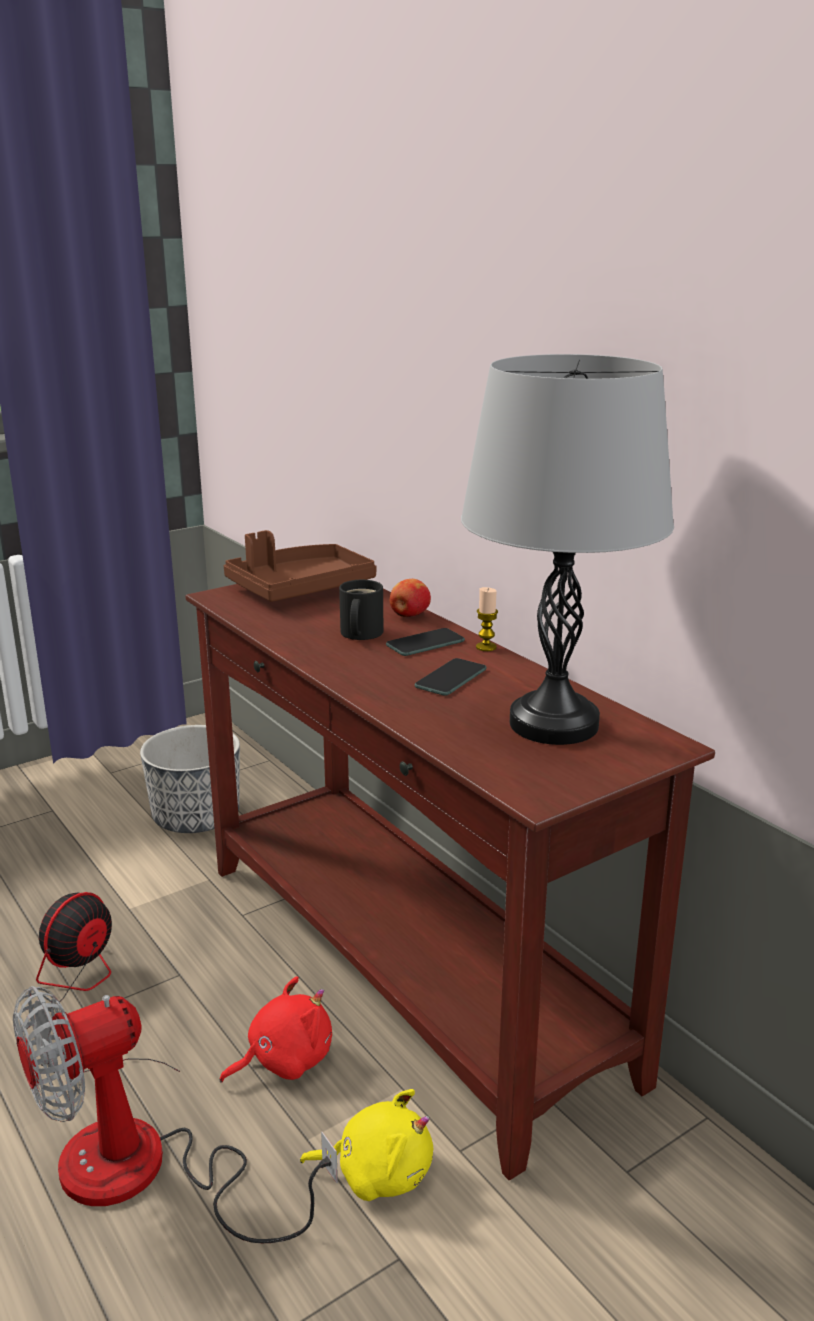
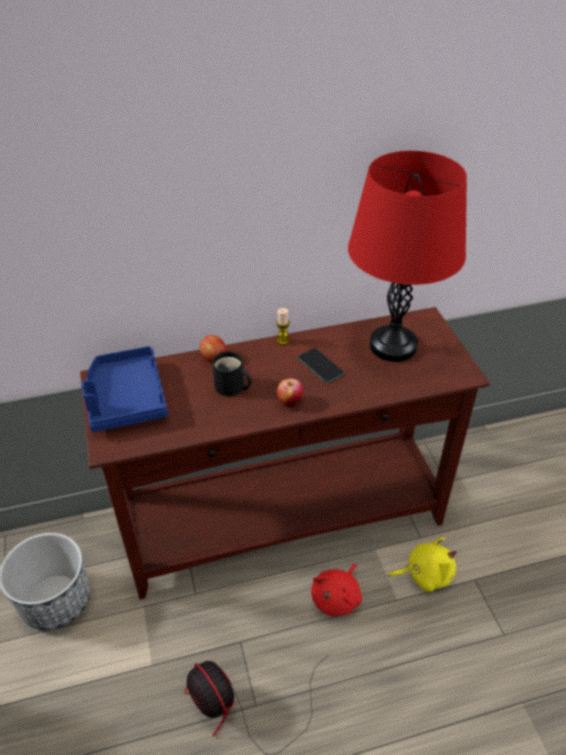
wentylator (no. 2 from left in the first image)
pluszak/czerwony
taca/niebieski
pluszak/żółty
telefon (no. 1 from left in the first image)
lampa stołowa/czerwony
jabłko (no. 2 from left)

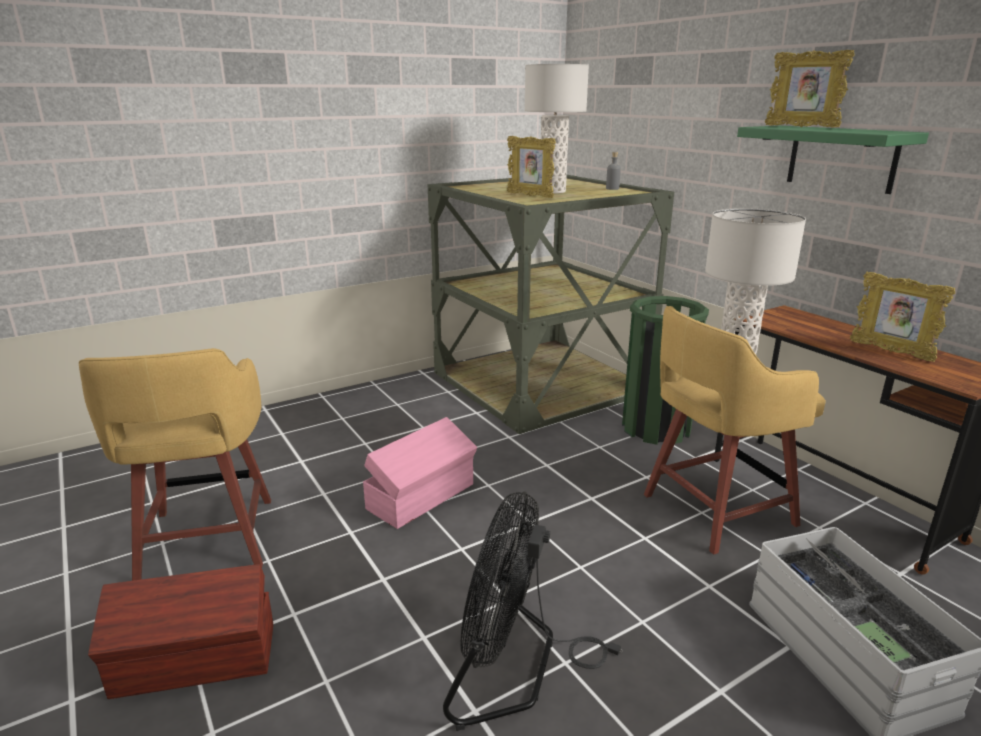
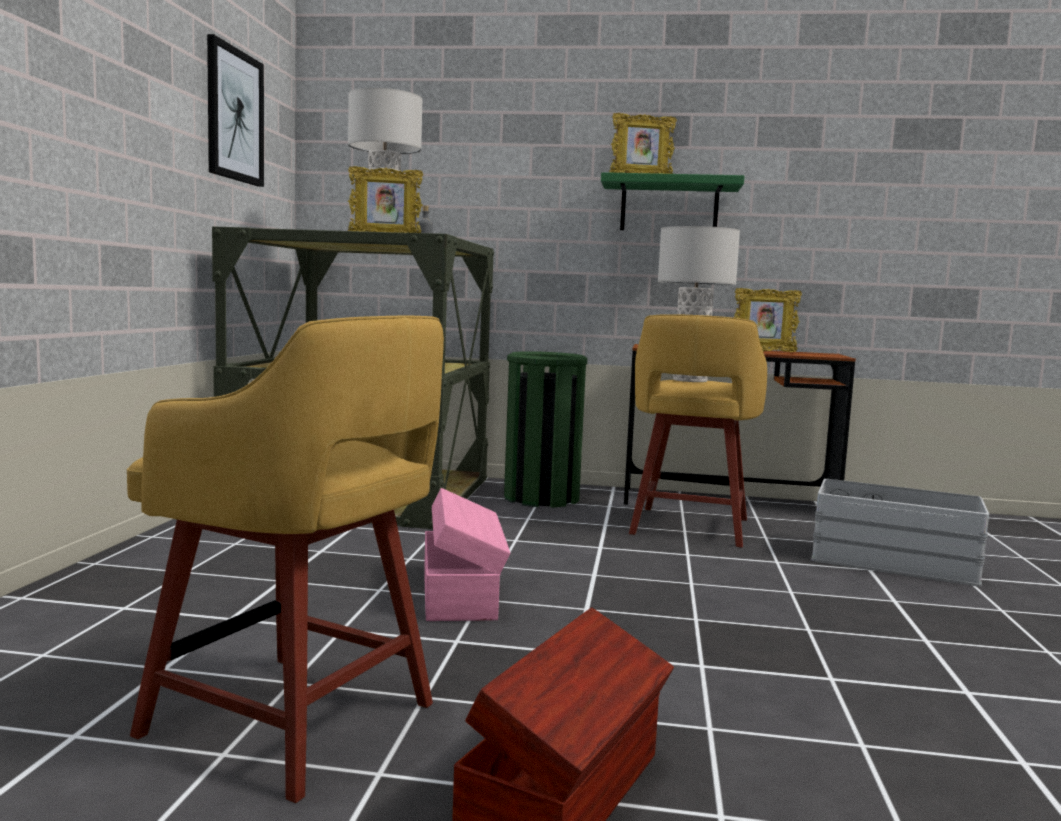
wentylator/czarny
obraz

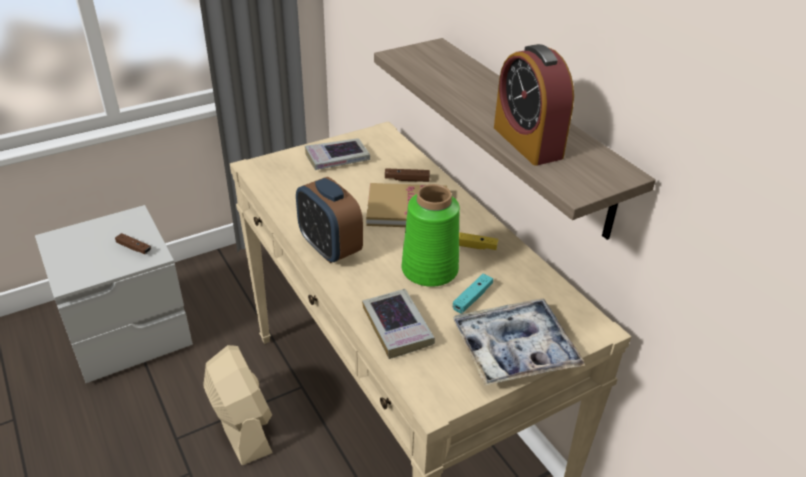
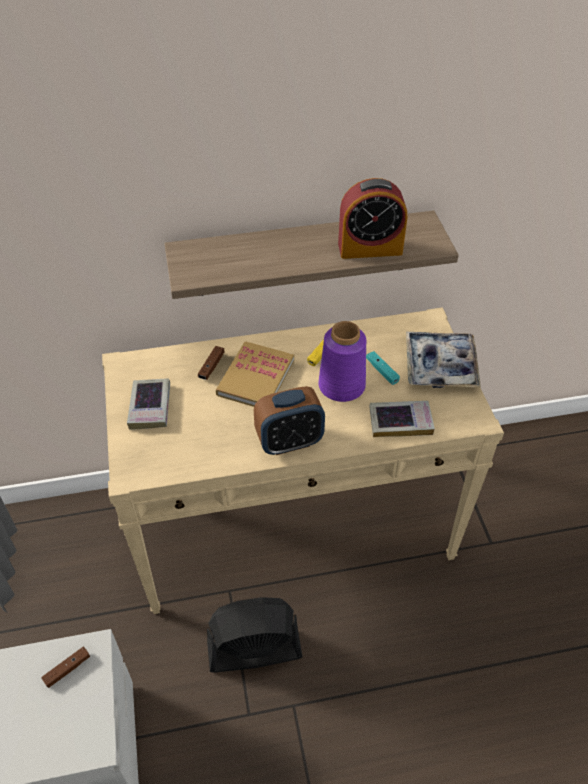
wentylator/czarny
wazon/fioletowy

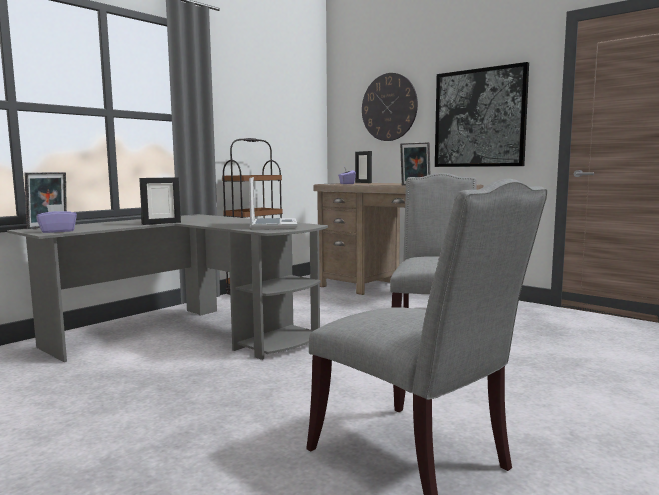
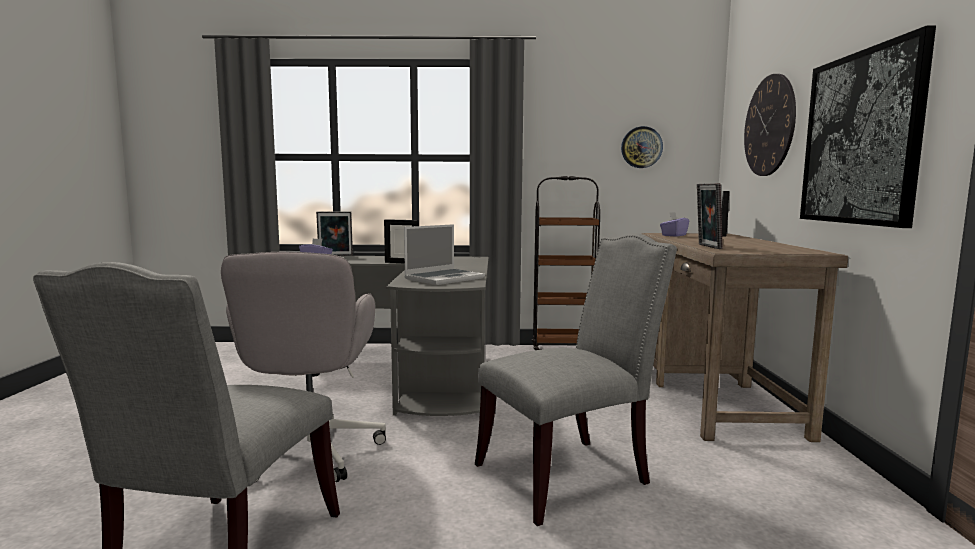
krzesło biurowe/szary
zegar ścienny (no. 1 from left)

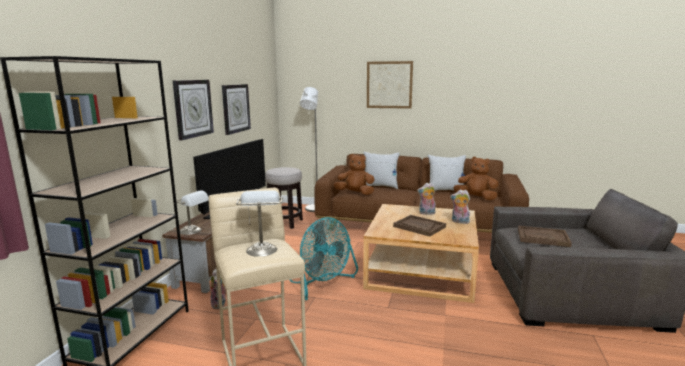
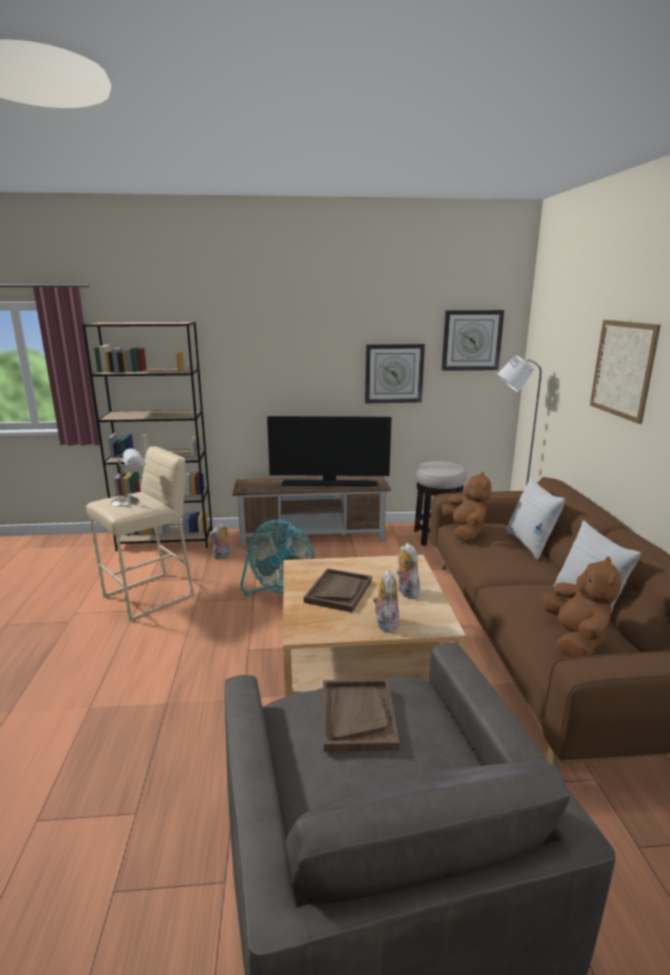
zegar ścienny (no. 2 from left)
lampa stołowa/biały (no. 1 from left in the first image)

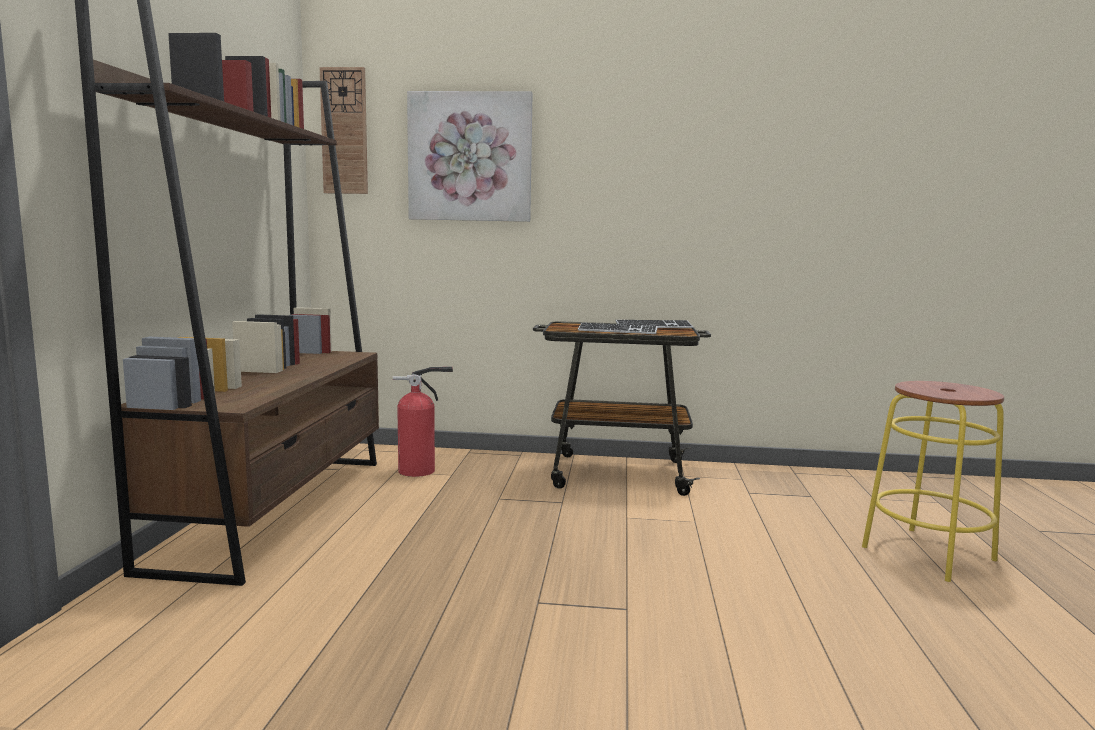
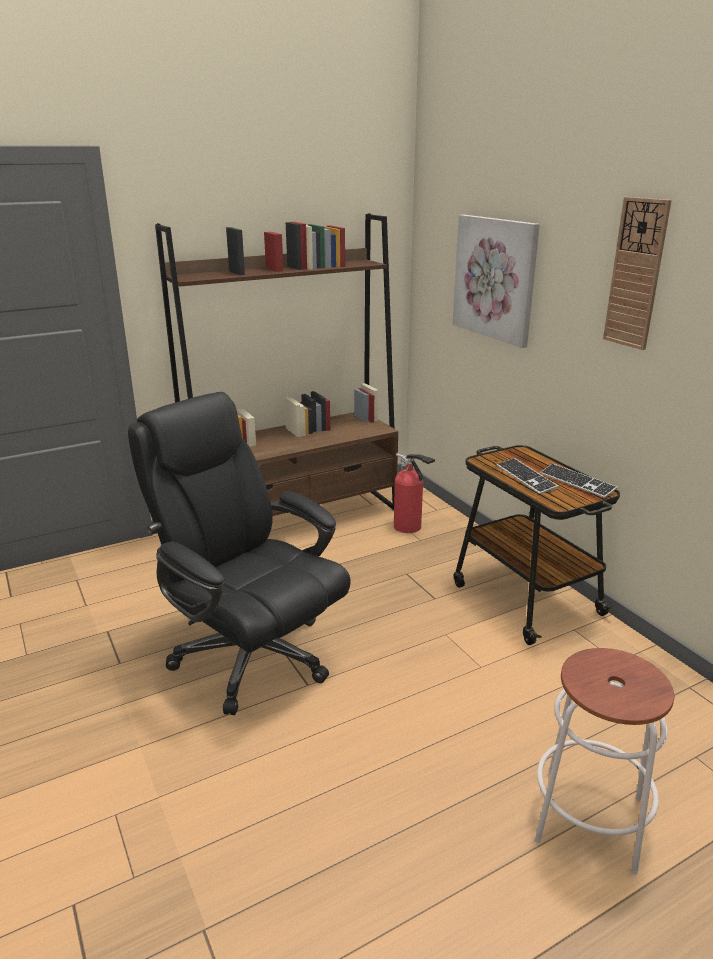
zegar ścienny
stołek/biały
krzesło biurowe/czarny

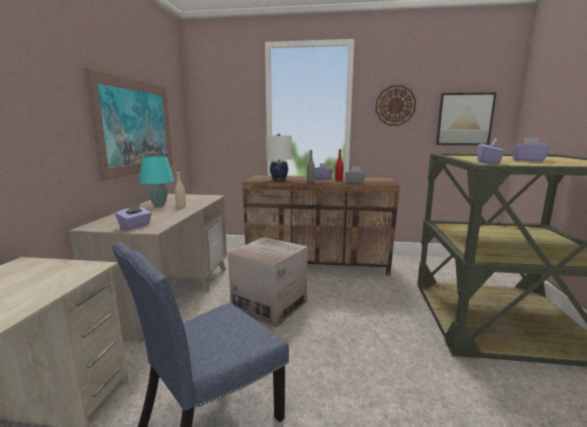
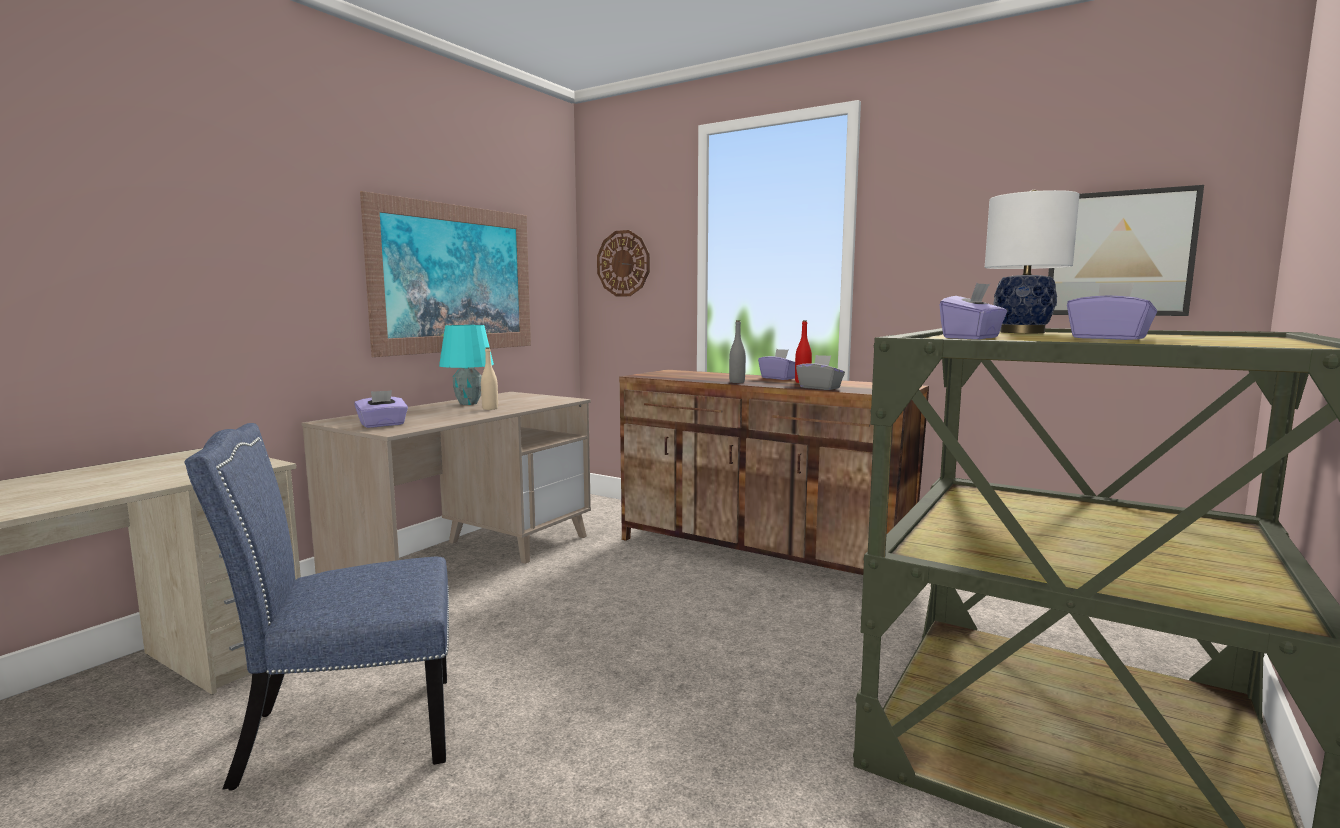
karton
lampa stołowa/biały
zegar ścienny

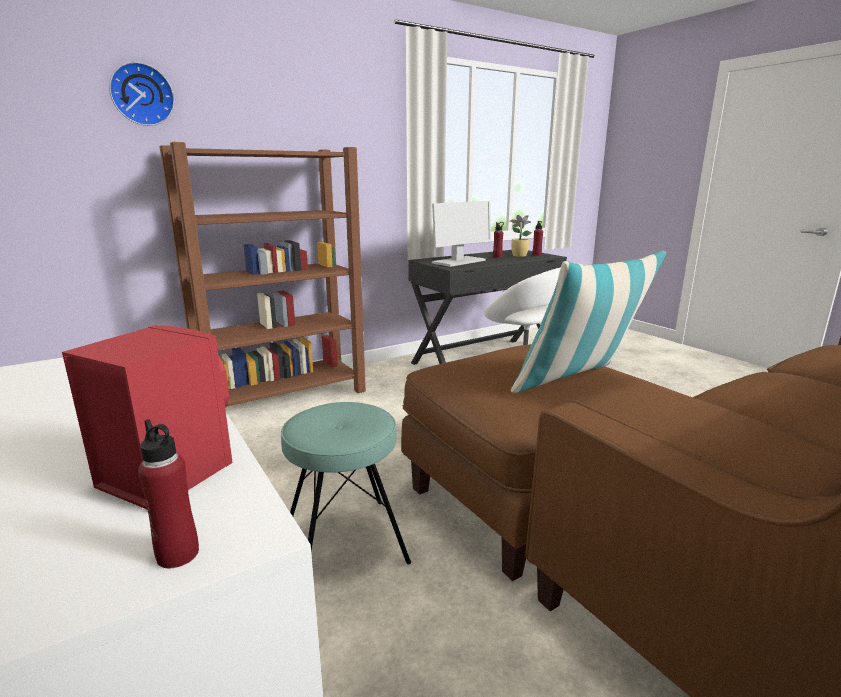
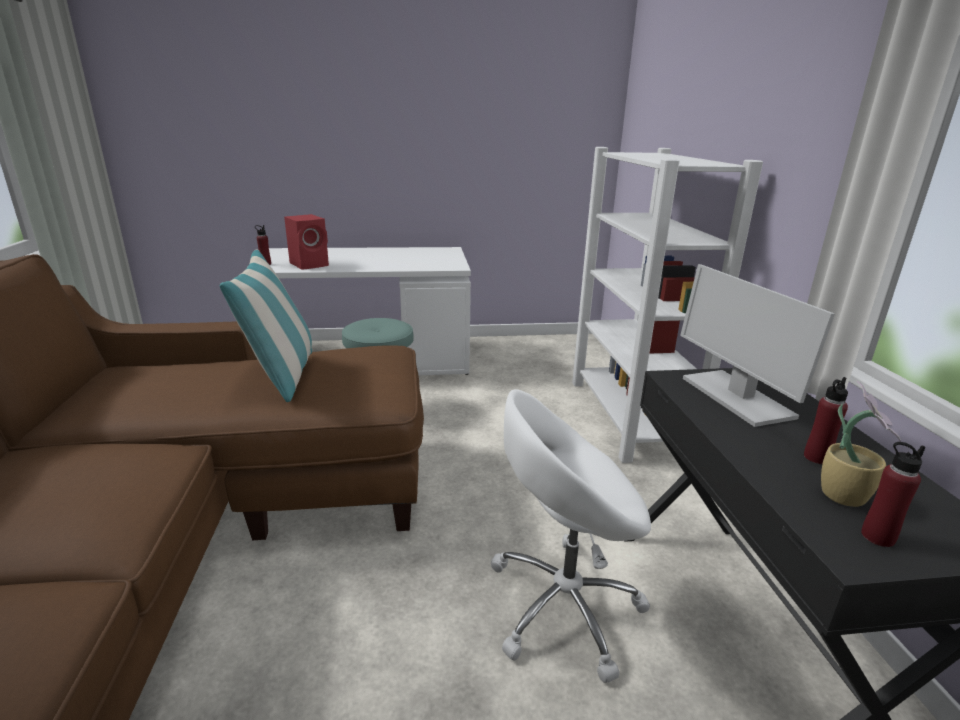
zegar ścienny
regał/biały

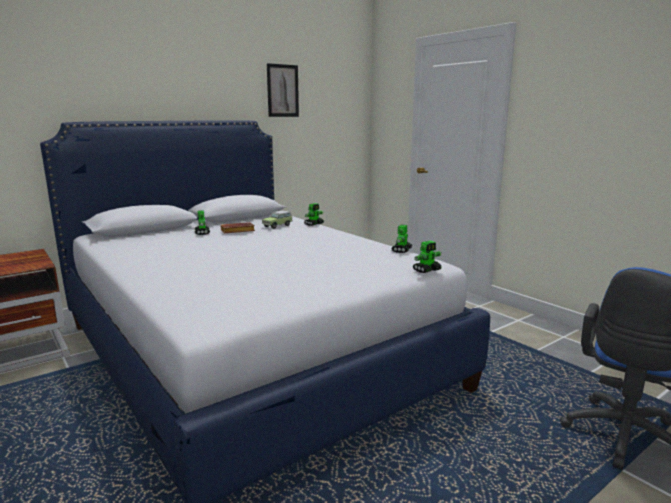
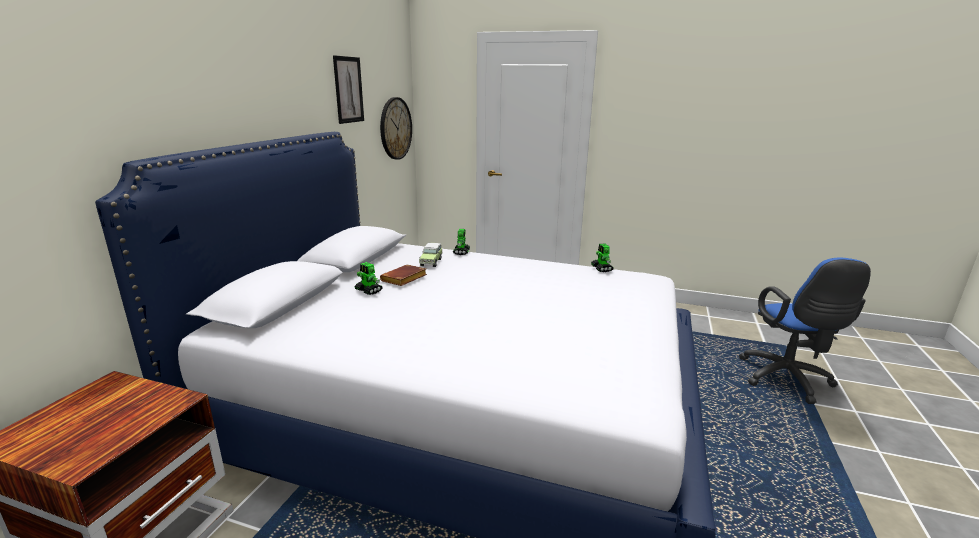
robot zabawkowy (no. 4 from left in the first image)
zegar ścienny

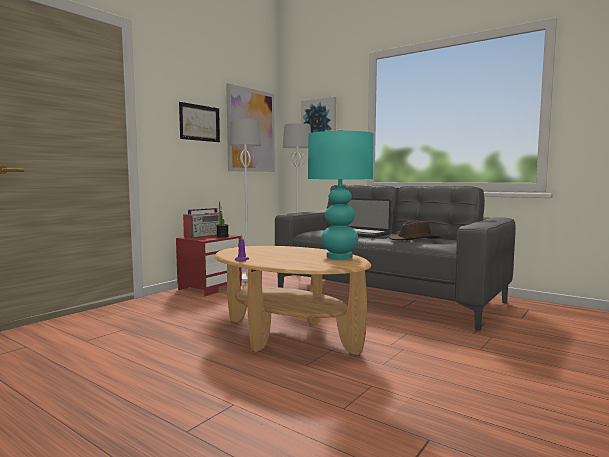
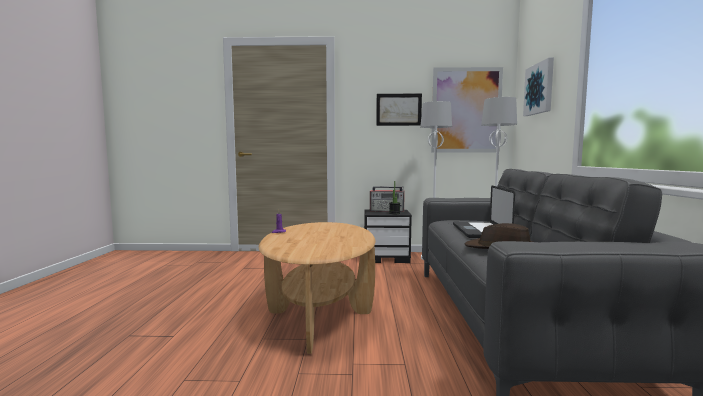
szafka nocna/czarny
lampa stołowa/turkusowy

